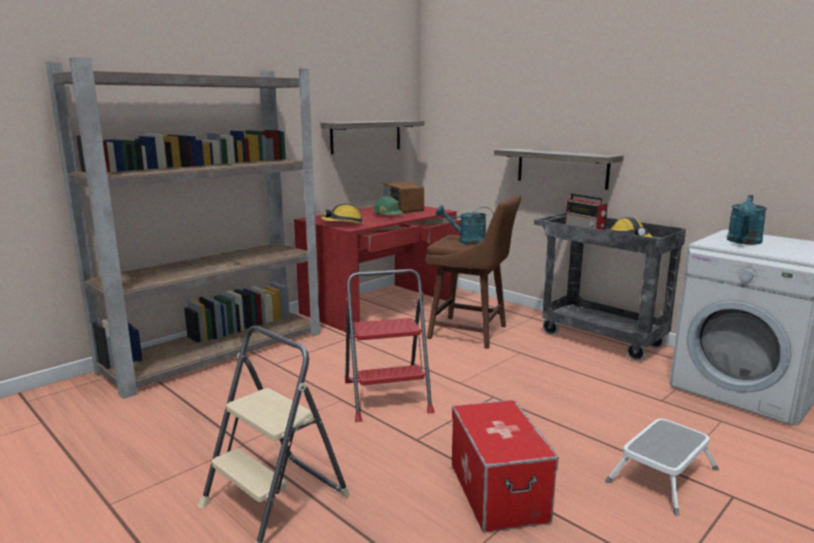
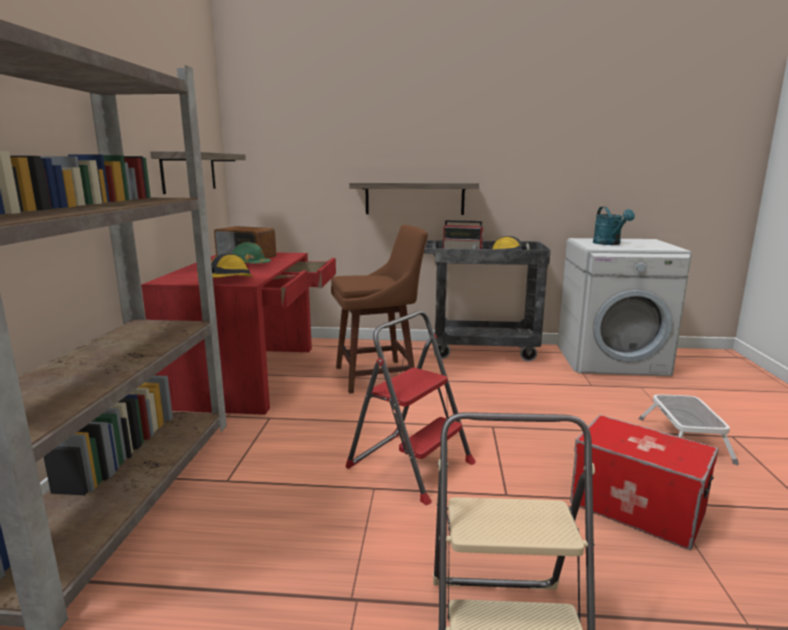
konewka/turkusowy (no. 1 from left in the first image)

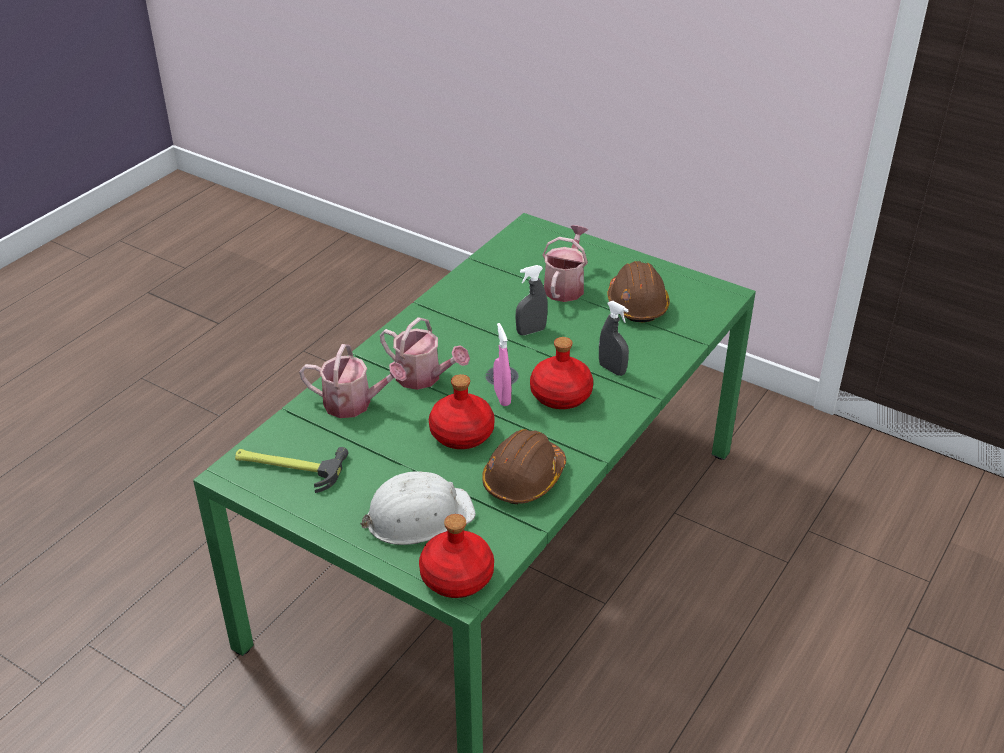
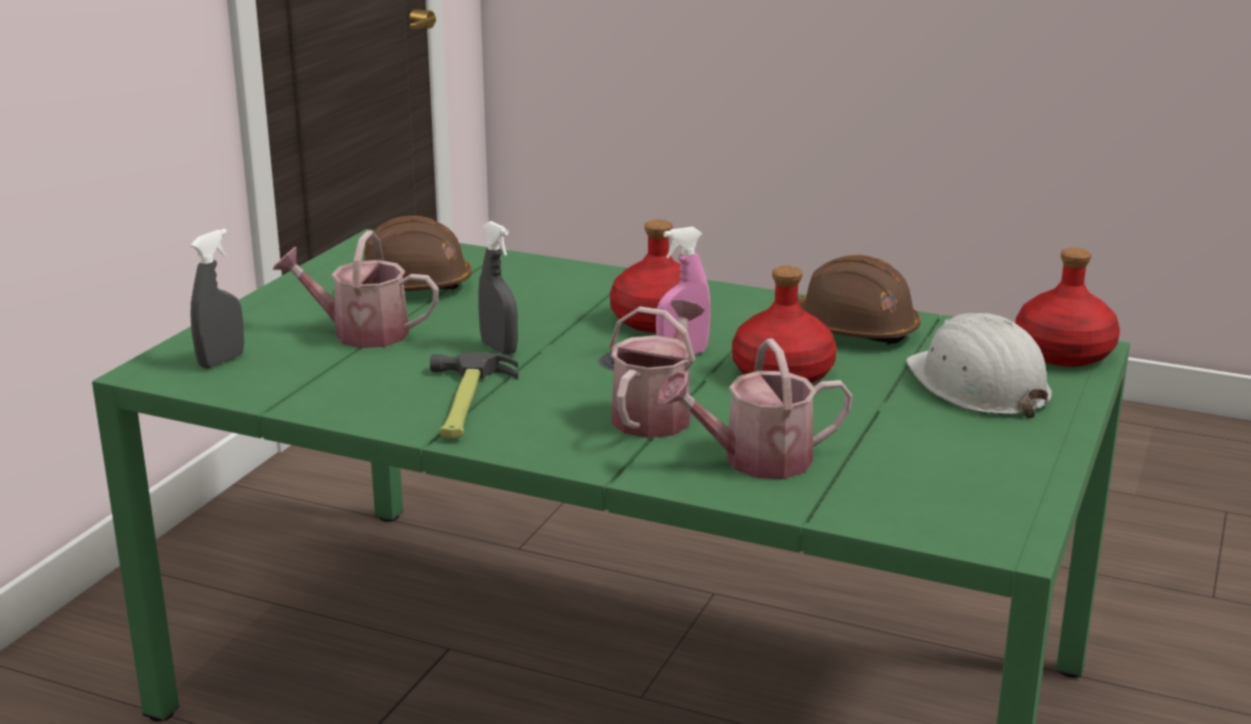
młotek
konewka (no. 3 from left)
spryskiwacz/szary (no. 1 from left)

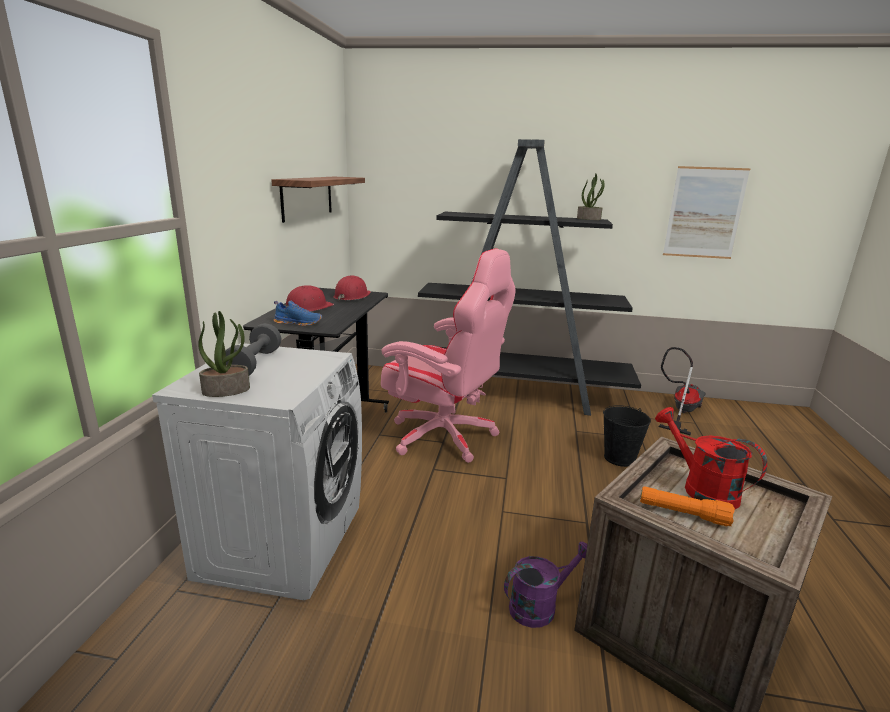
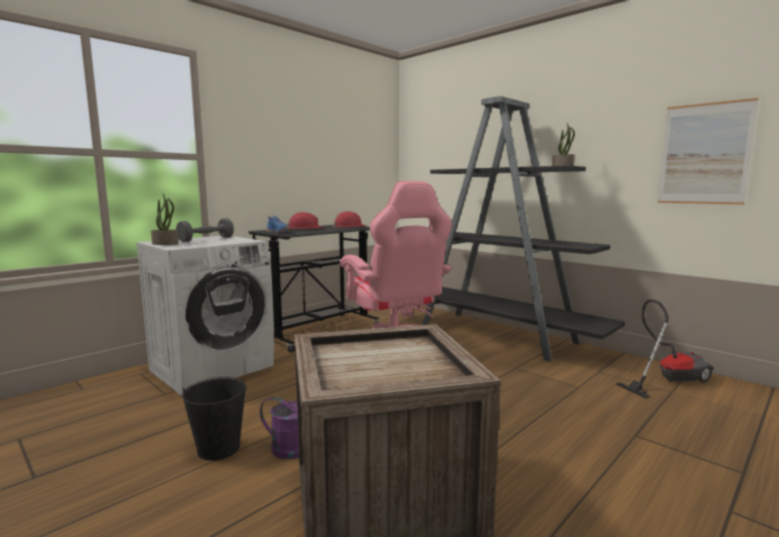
półka
wiadro/czarny
latarka/pomarańczowy
konewka/czerwony

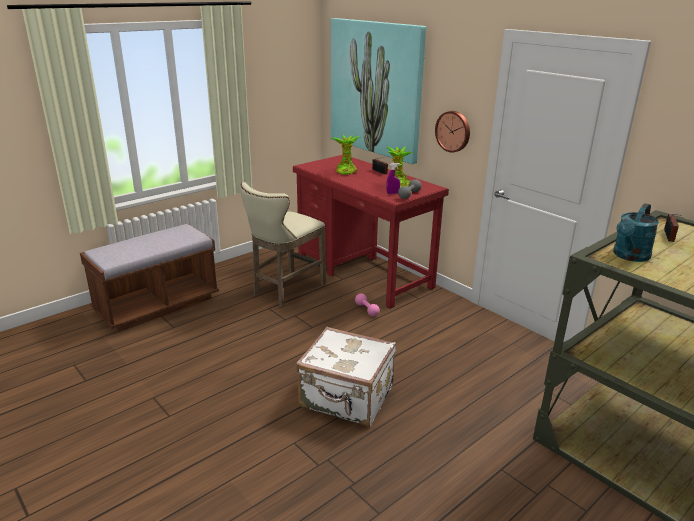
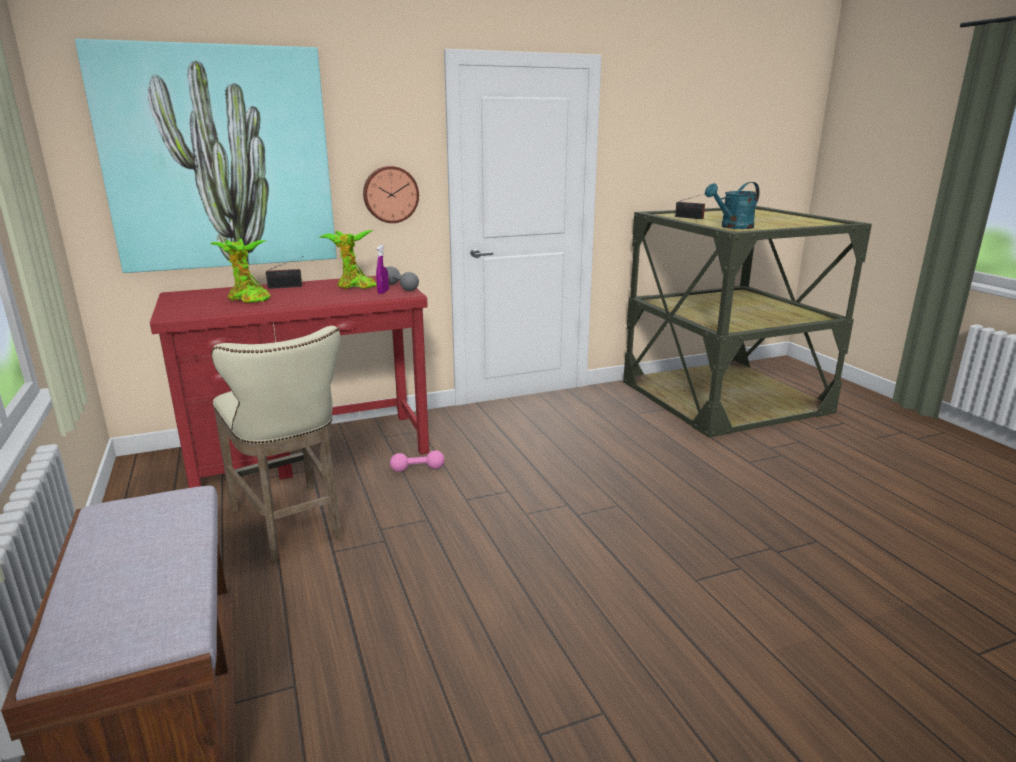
walizka/biały
konewka/turkusowy

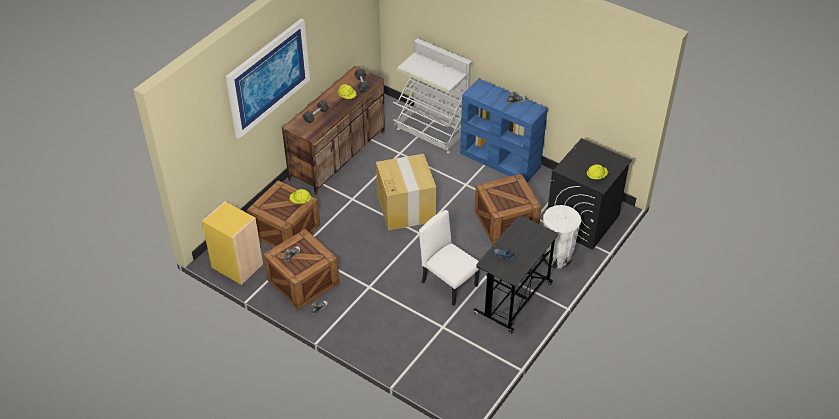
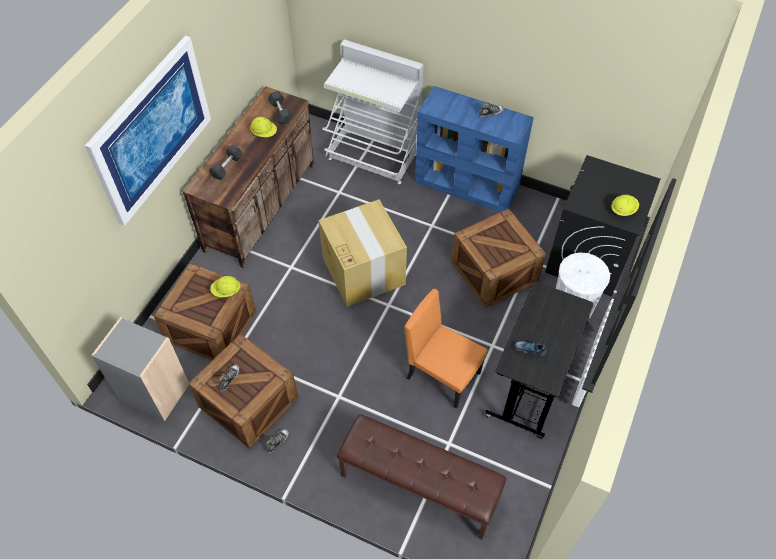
regał/szary
krzesło/pomarańczowy
ławka/brązowy

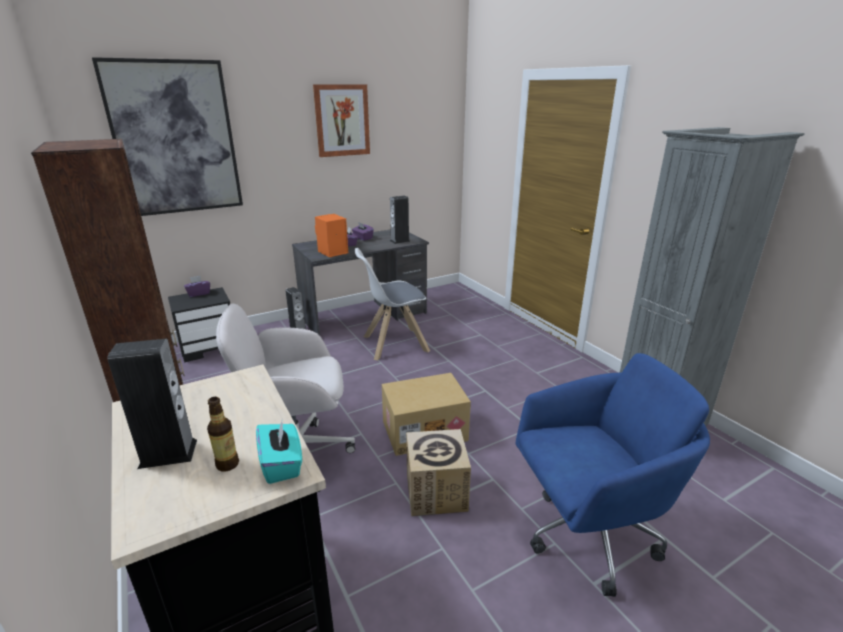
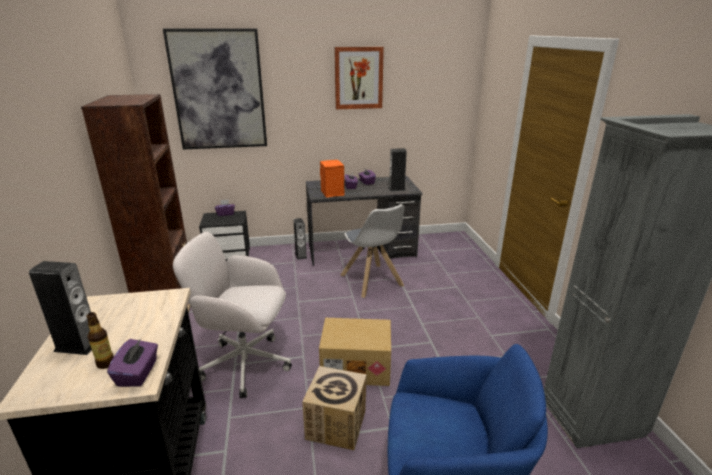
pudełko chusteczek/fioletowy (no. 1 from left)
krzesło

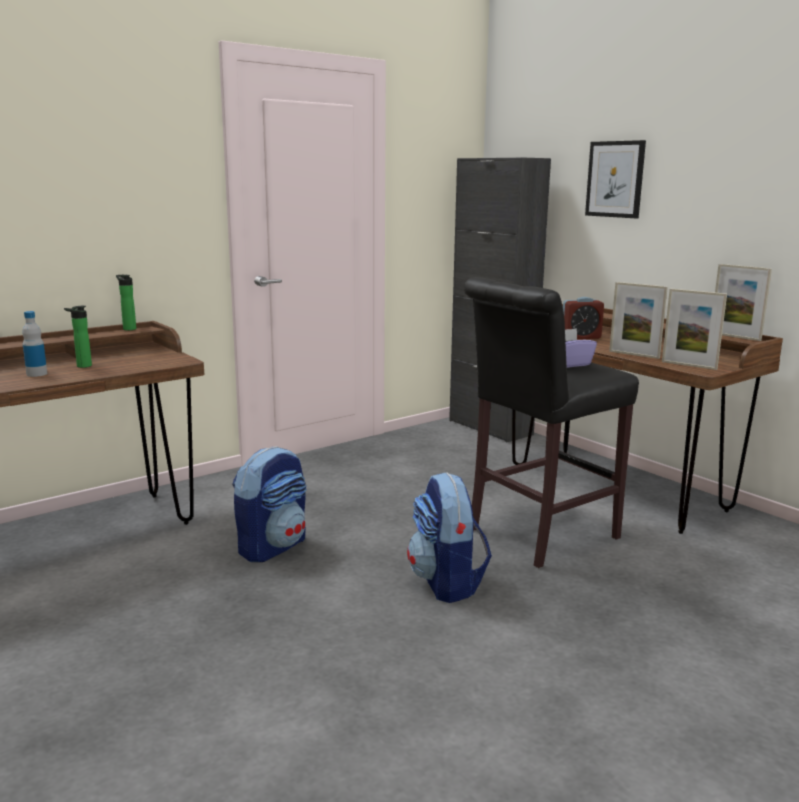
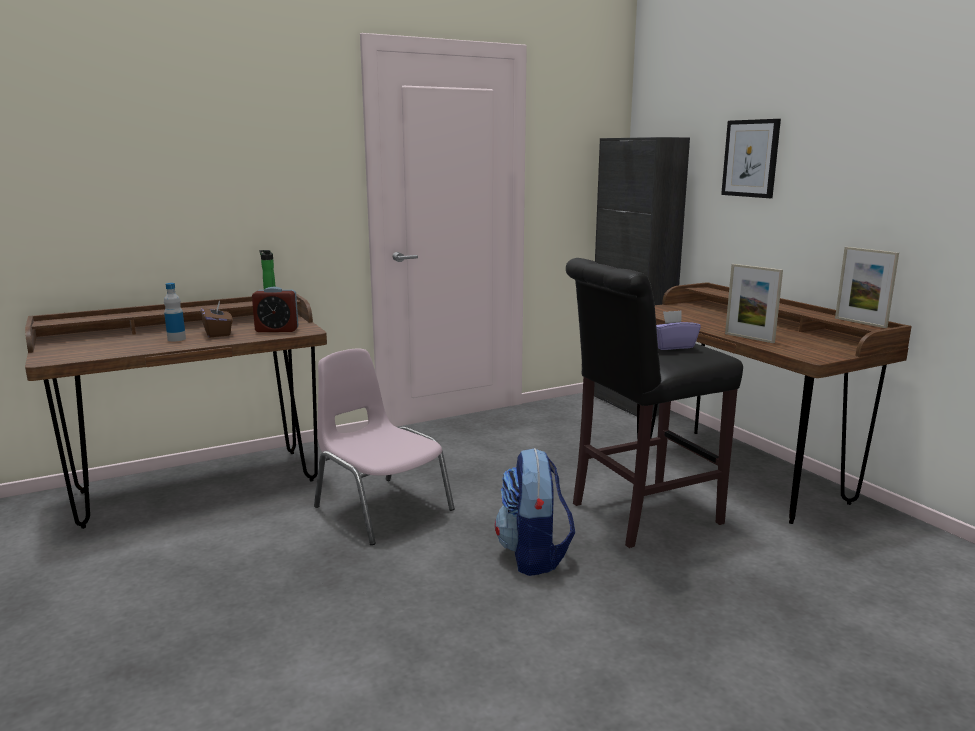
pudełko chusteczek/brązowy
krzesło/różowy
budzik
ramka na zdjęcie (no. 2 from left in the first image)

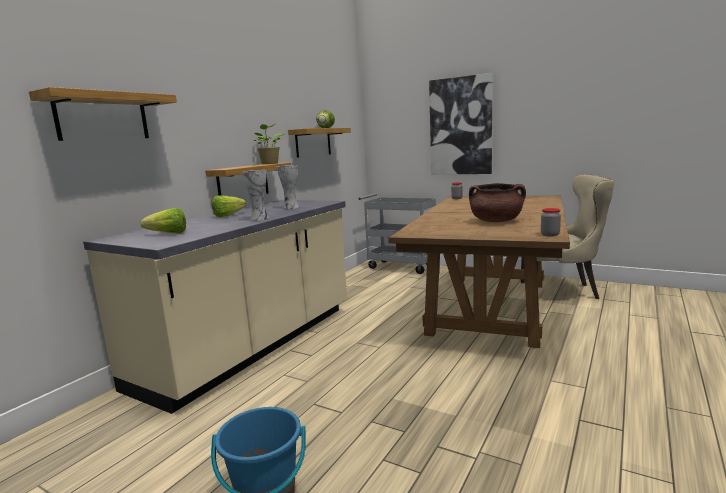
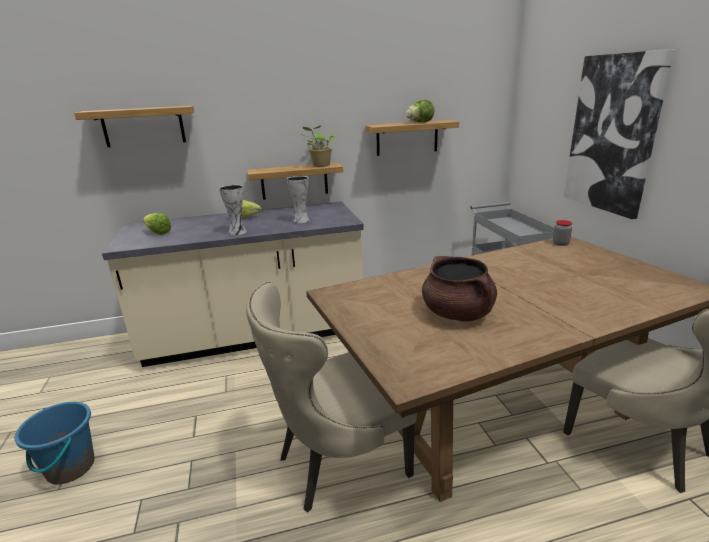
słoik (no. 2 from left in the first image)
krzesło/beżowy (no. 1 from left)

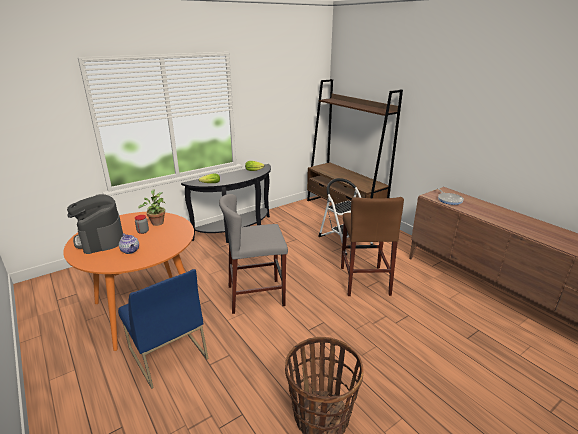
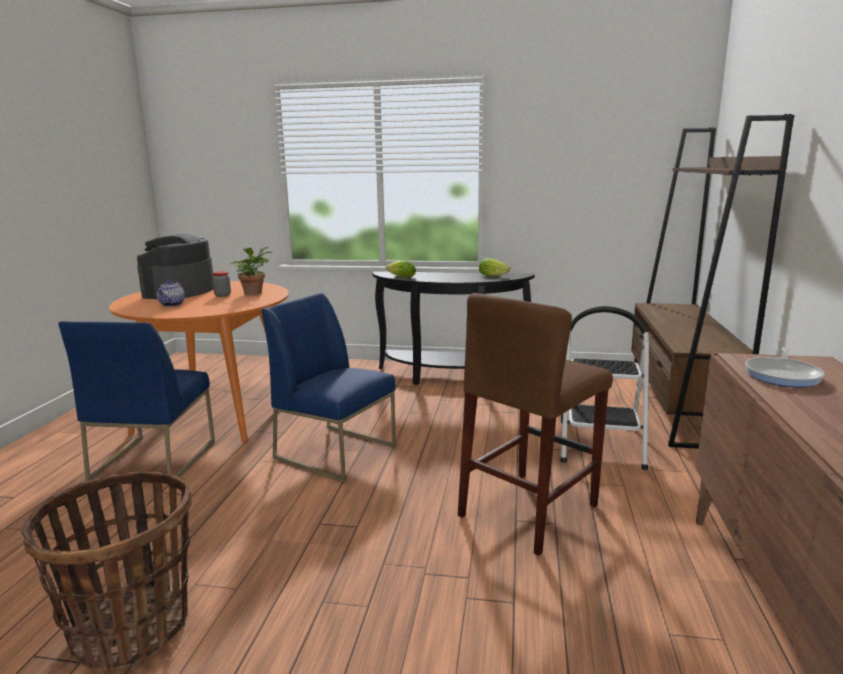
krzesło/niebieski (no. 2 from left)

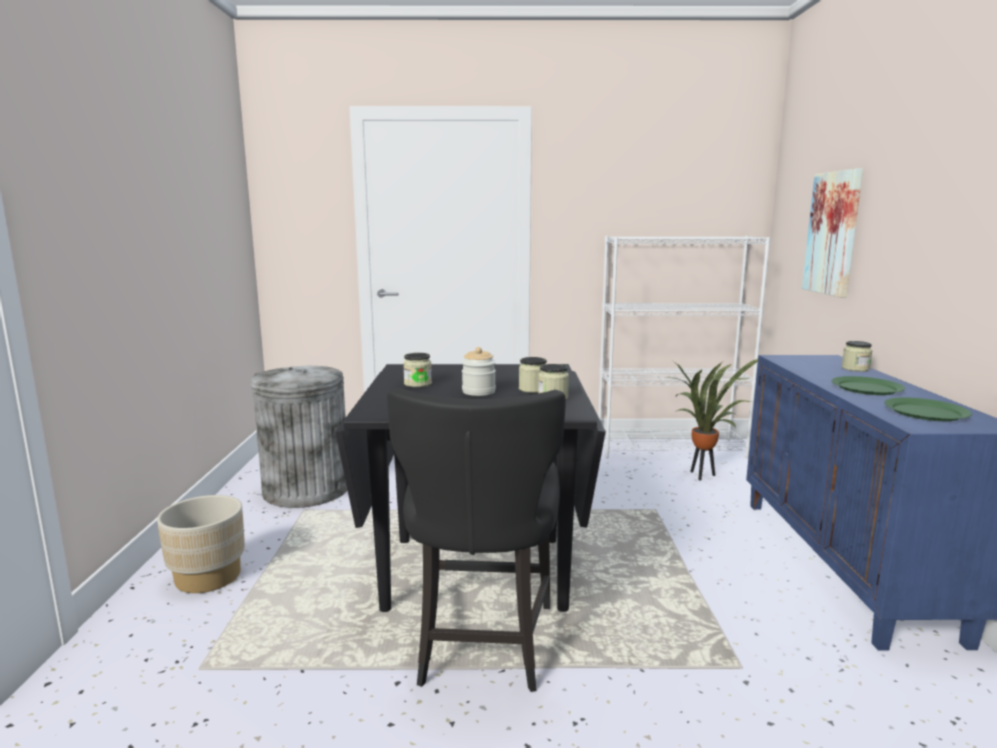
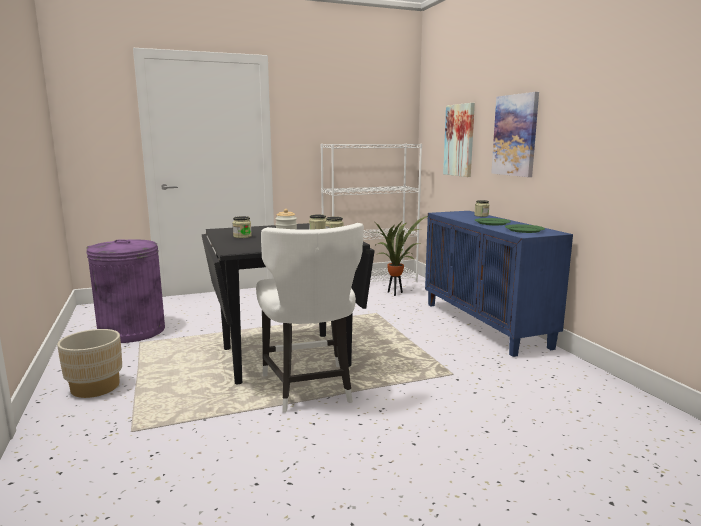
kosz na śmieci/fioletowy
krzesło/biały
obraz (no. 2 from left)

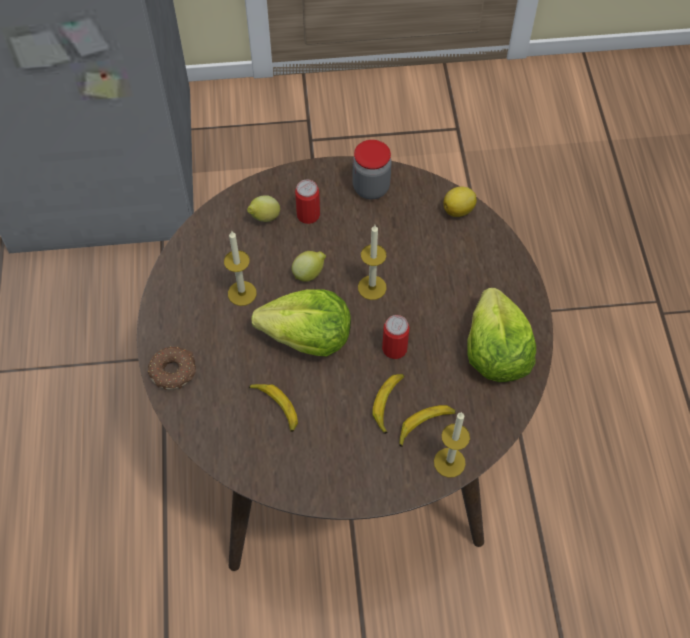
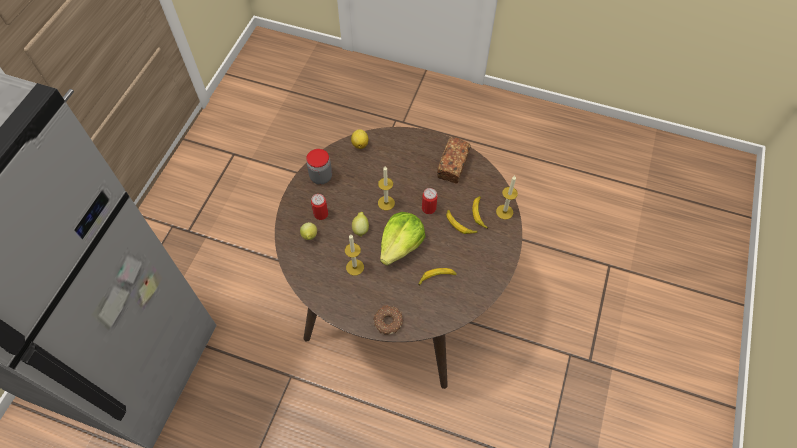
chleb

